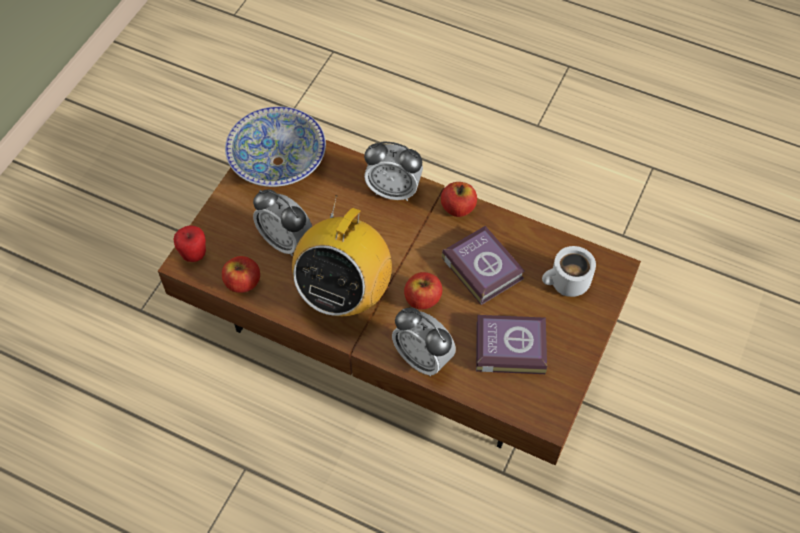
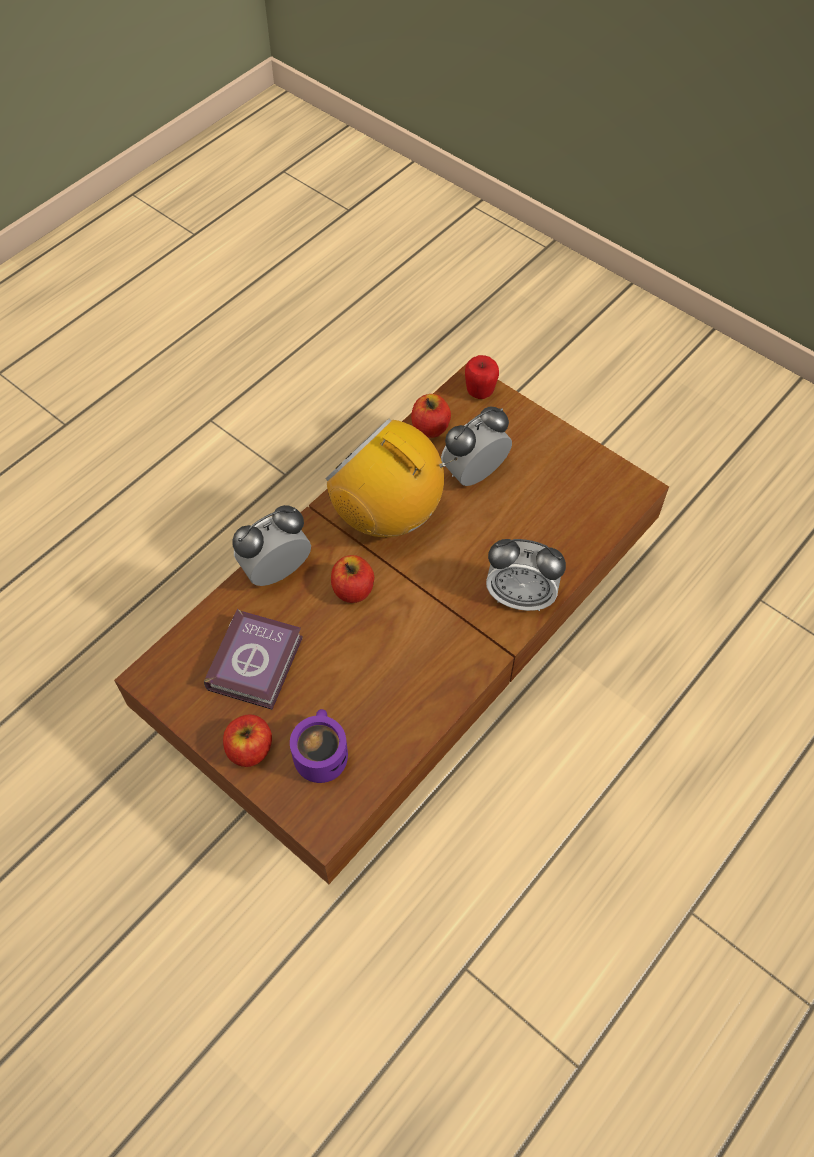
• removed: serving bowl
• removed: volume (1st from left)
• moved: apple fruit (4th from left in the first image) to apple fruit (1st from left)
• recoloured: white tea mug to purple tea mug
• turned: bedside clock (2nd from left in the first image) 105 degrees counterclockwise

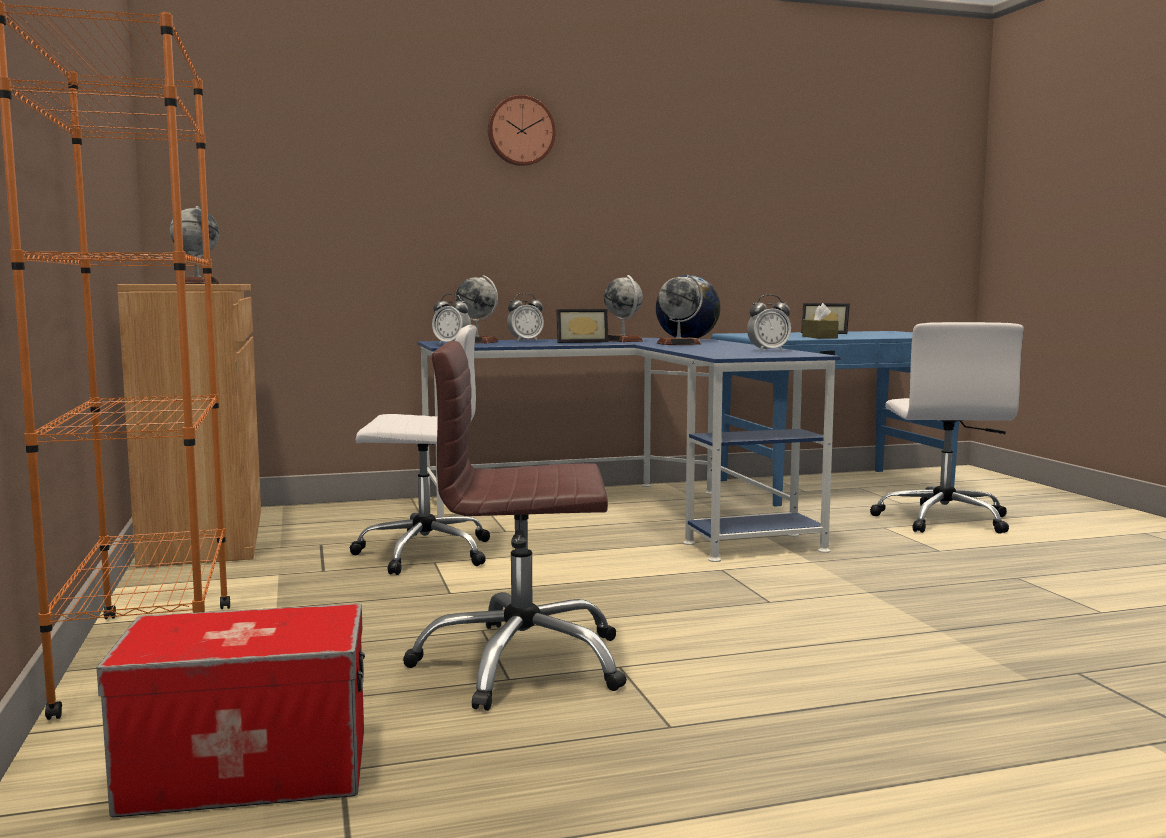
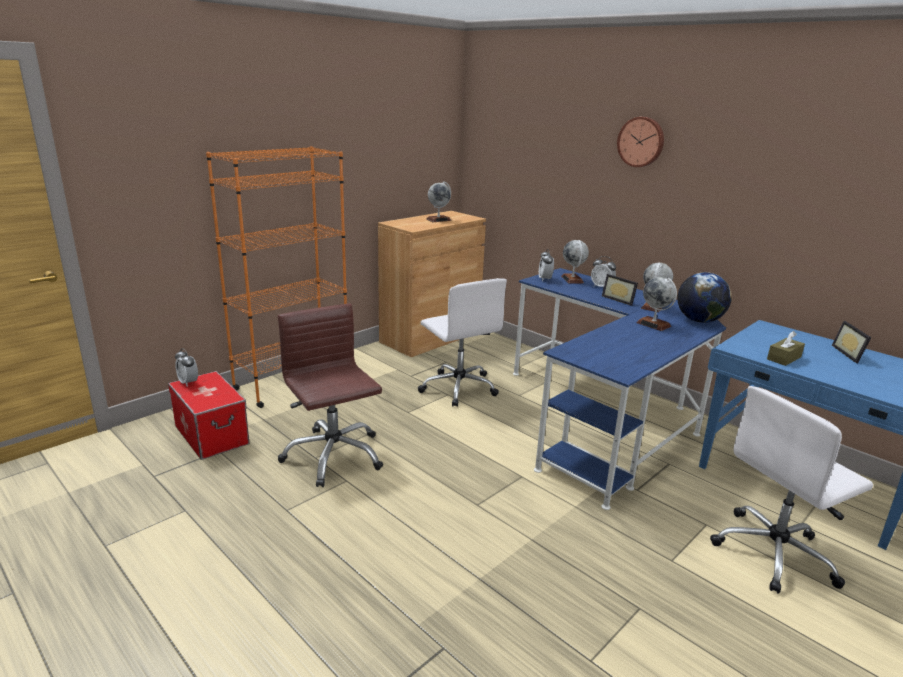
• moved: bedside clock (3rd from left in the first image) to bedside clock (1st from left)

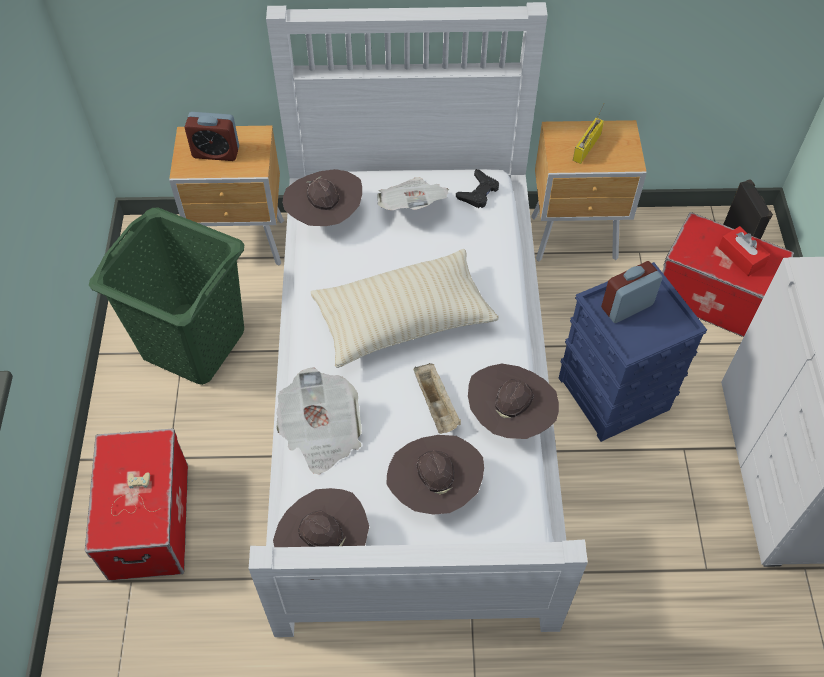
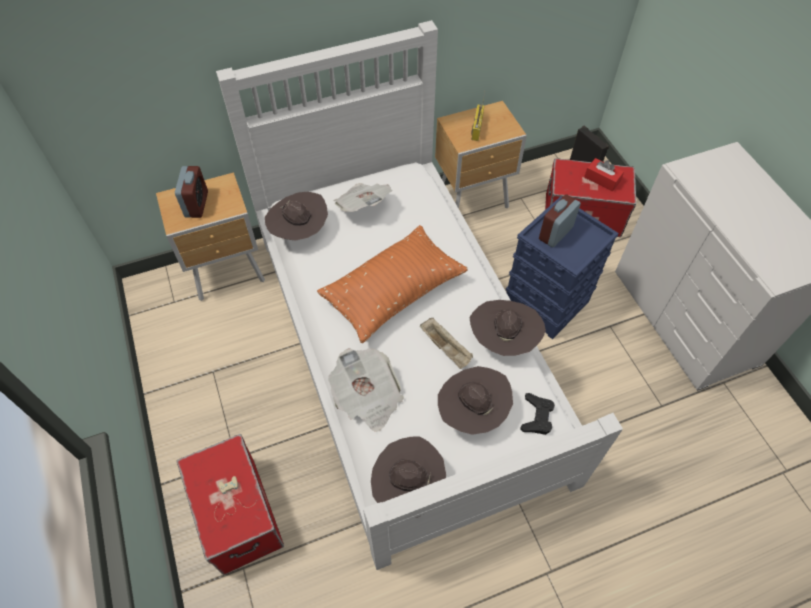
• removed: green-coloured washing basket
• moved: black-coloured gamepad
• recoloured: beige cushion to orangey cushion
• turned: bedside clock (1st from left) 75 degrees counterclockwise

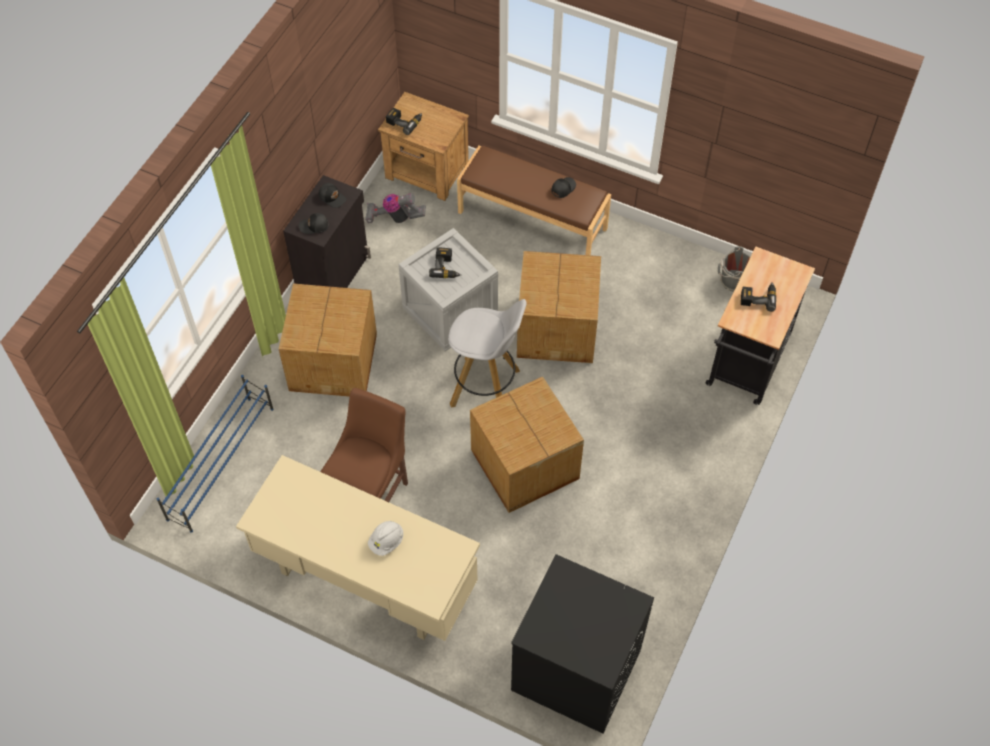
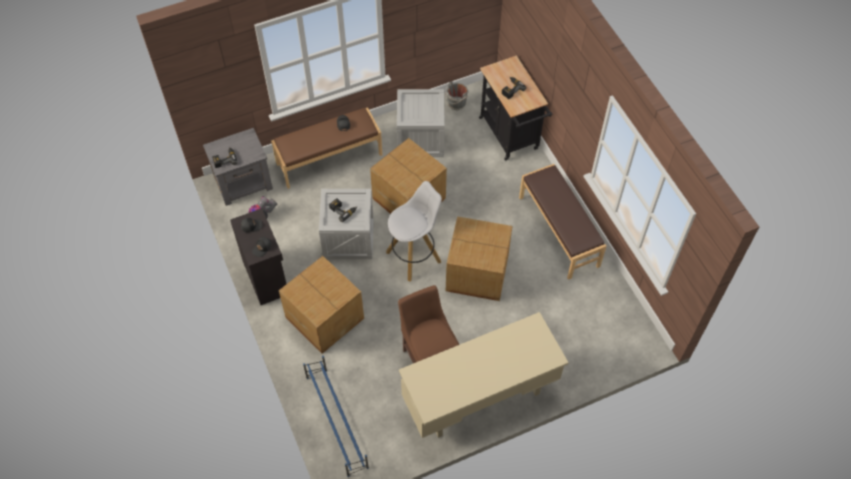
• removed: white work helmet
• removed: black-coloured laundry appliance
• added: packing crate (2nd from left)
• added: brownish long seat (2nd from left)
• recoloured: brownish bedside table to gray bedside table

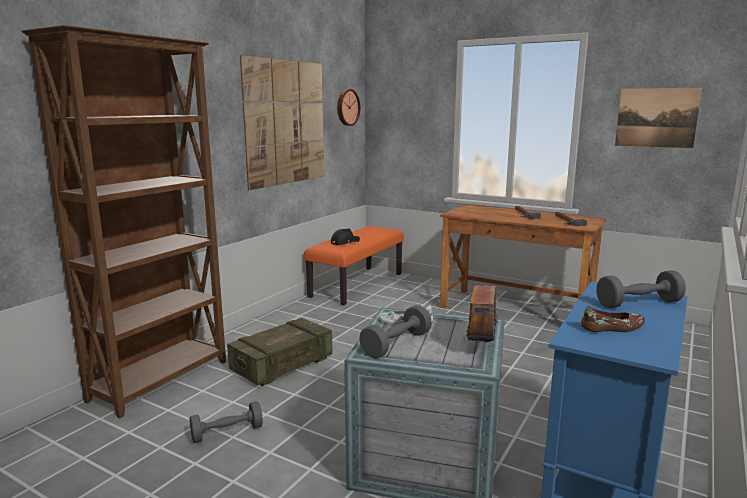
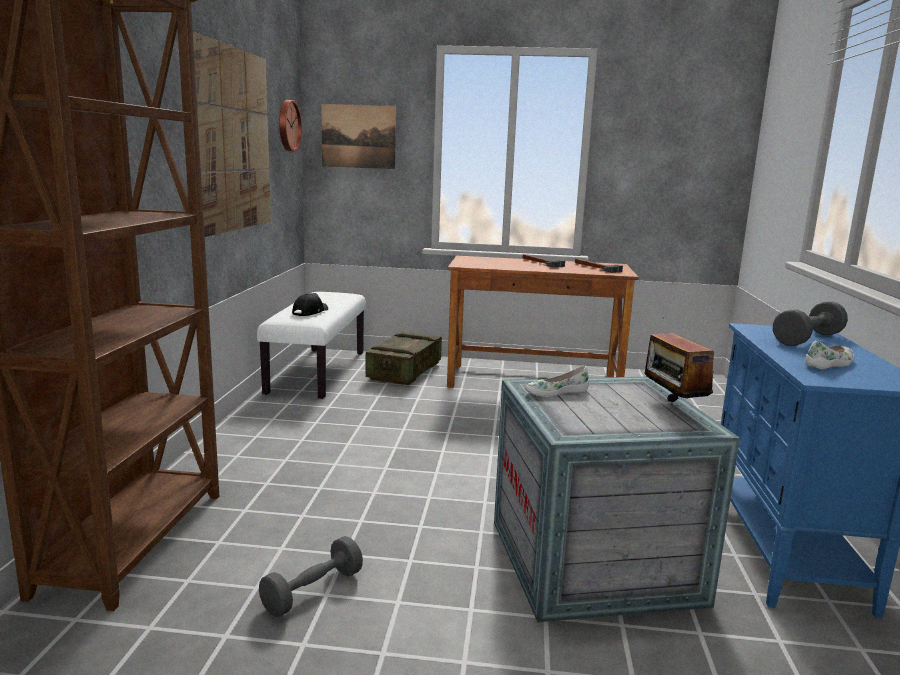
• removed: gray hand weight (2nd from left)
• moved: packing crate (1st from left)
• moved: picture (2nd from left)
• recoloured: orangey long seat to white long seat
• recoloured: brownish shoe to white shoe (2nd from left)

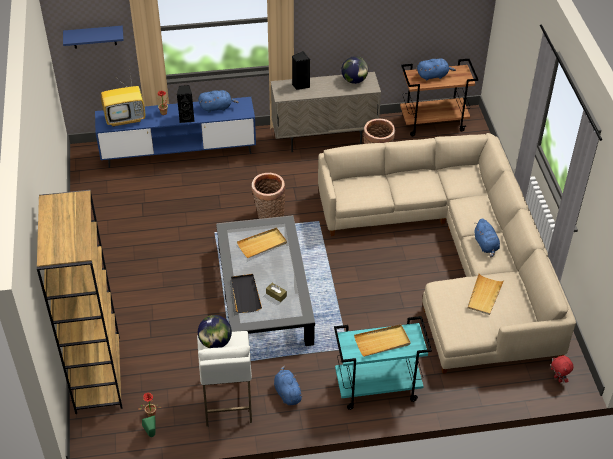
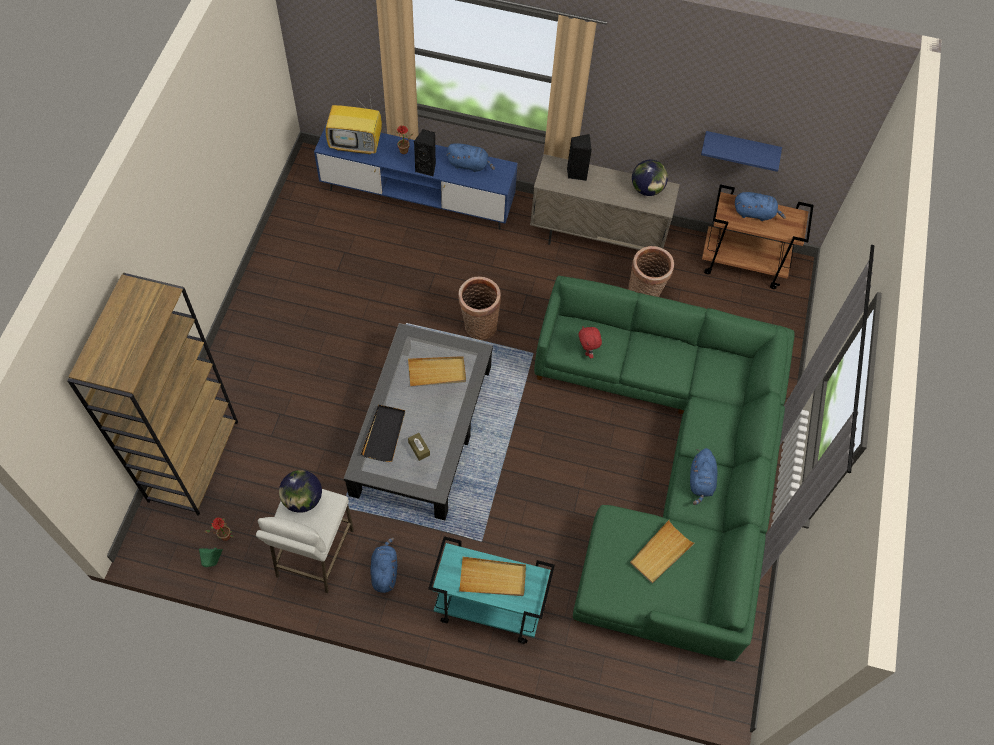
• moved: blue wall shelf
• moved: reddish soft toy
• recoloured: beige settee to green-coloured settee

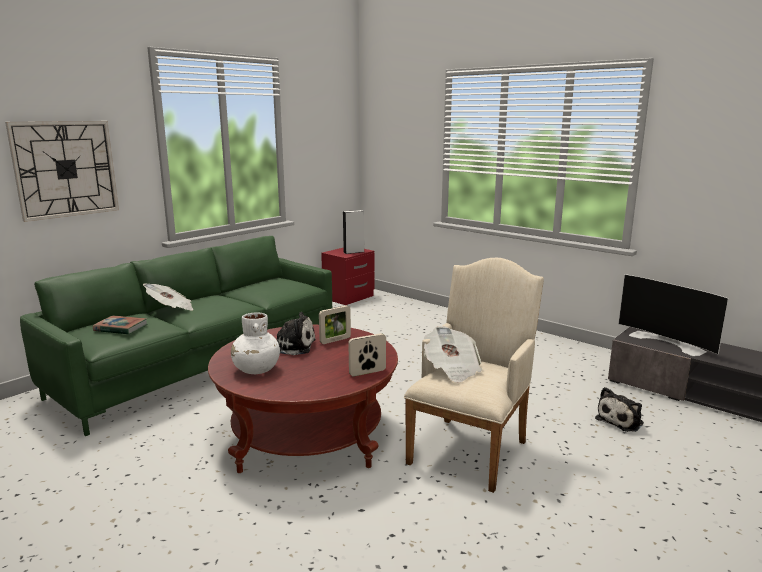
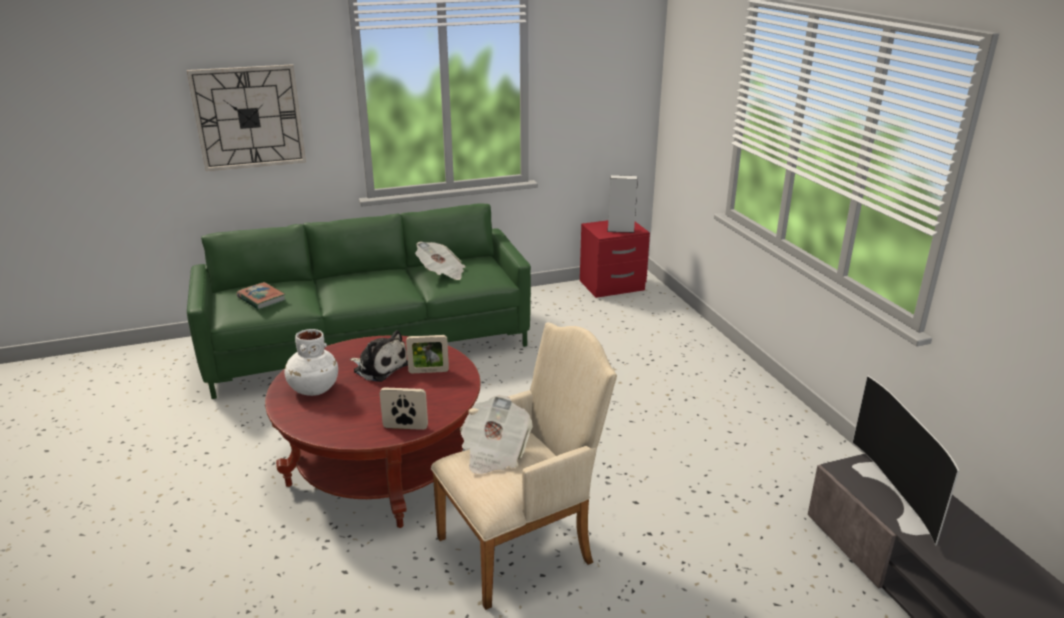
• removed: soft toy (2nd from left)
• moved: daily paper (1st from left)

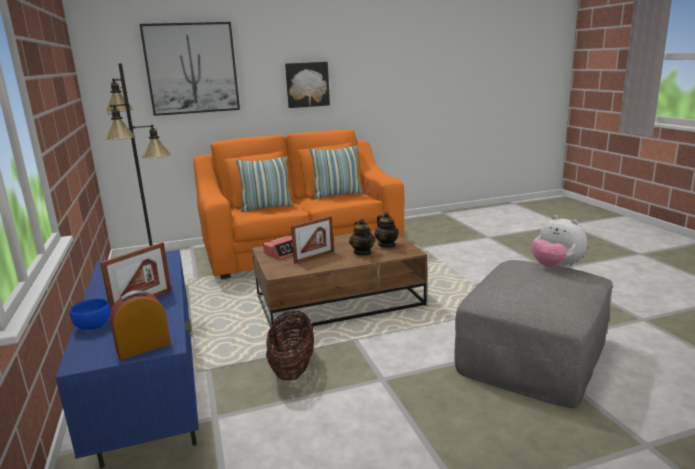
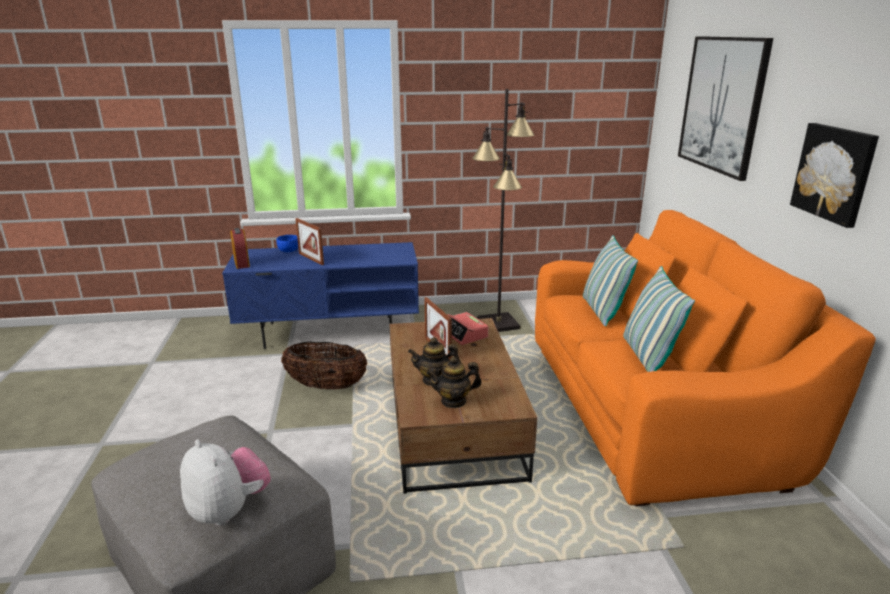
• turned: soft toy 75 degrees clockwise

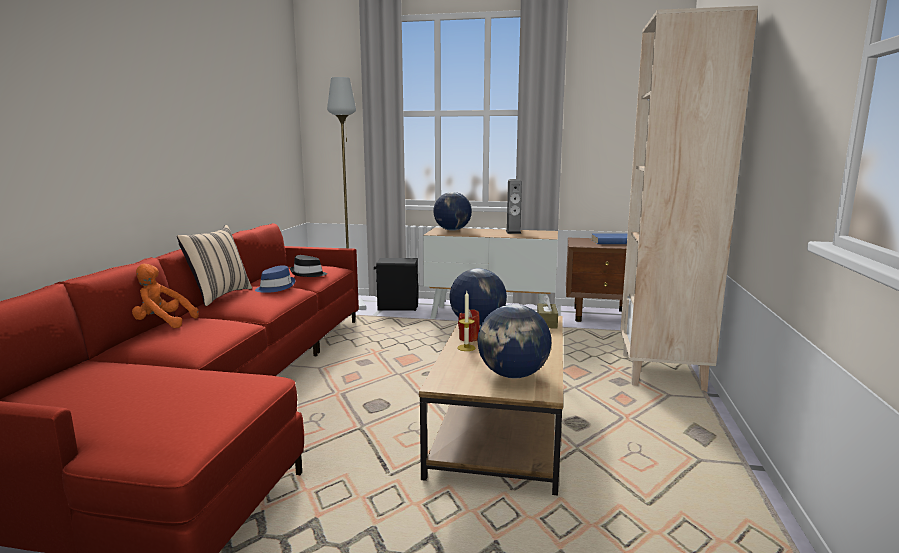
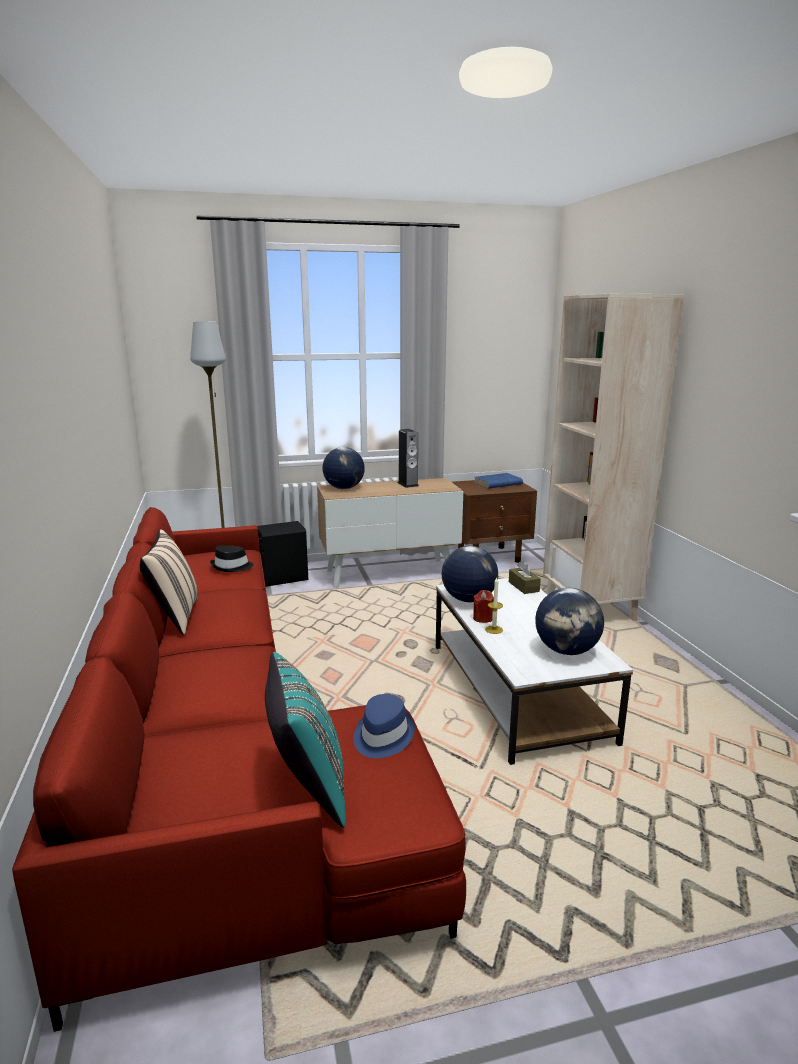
• removed: orangey soft toy
• added: turquoise-coloured cushion
• moved: blue wearable hat
• recoloured: brownish lounge table to white lounge table

